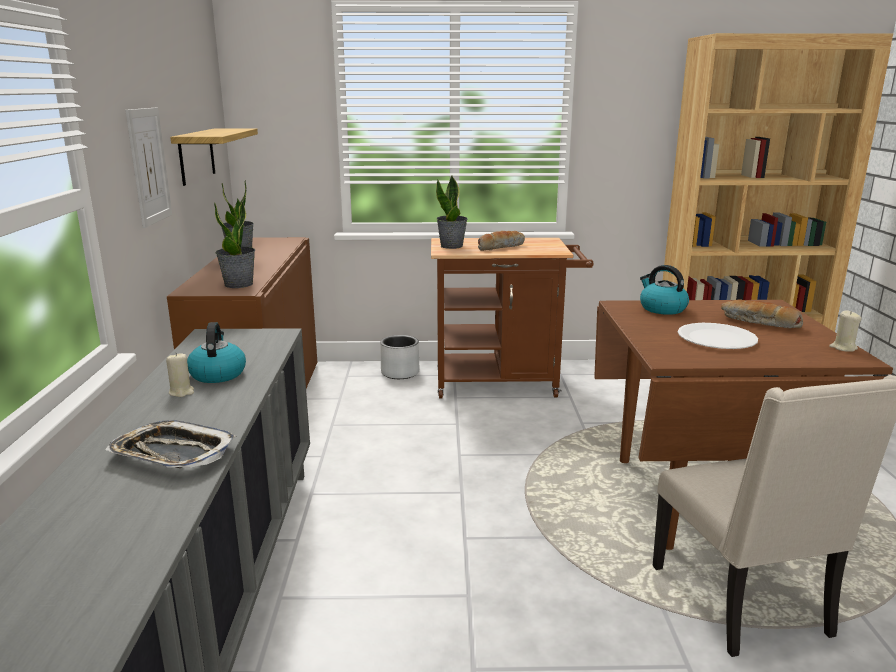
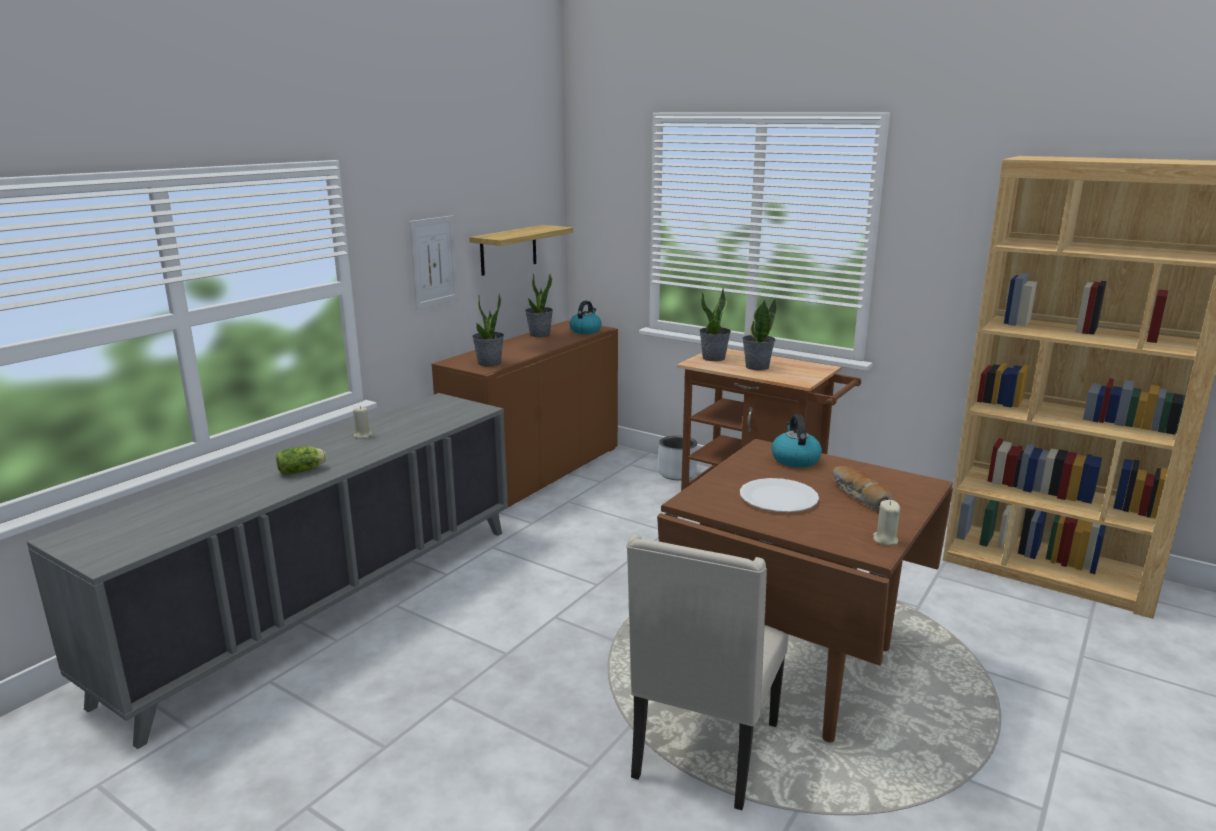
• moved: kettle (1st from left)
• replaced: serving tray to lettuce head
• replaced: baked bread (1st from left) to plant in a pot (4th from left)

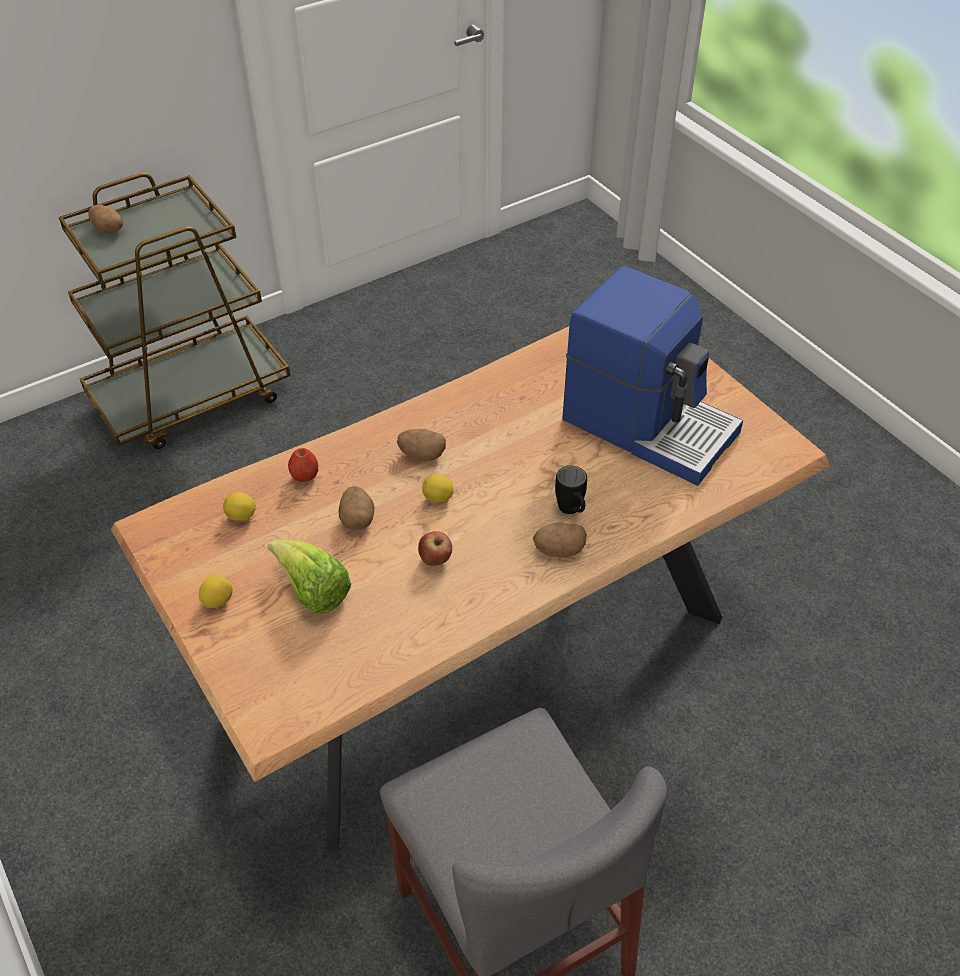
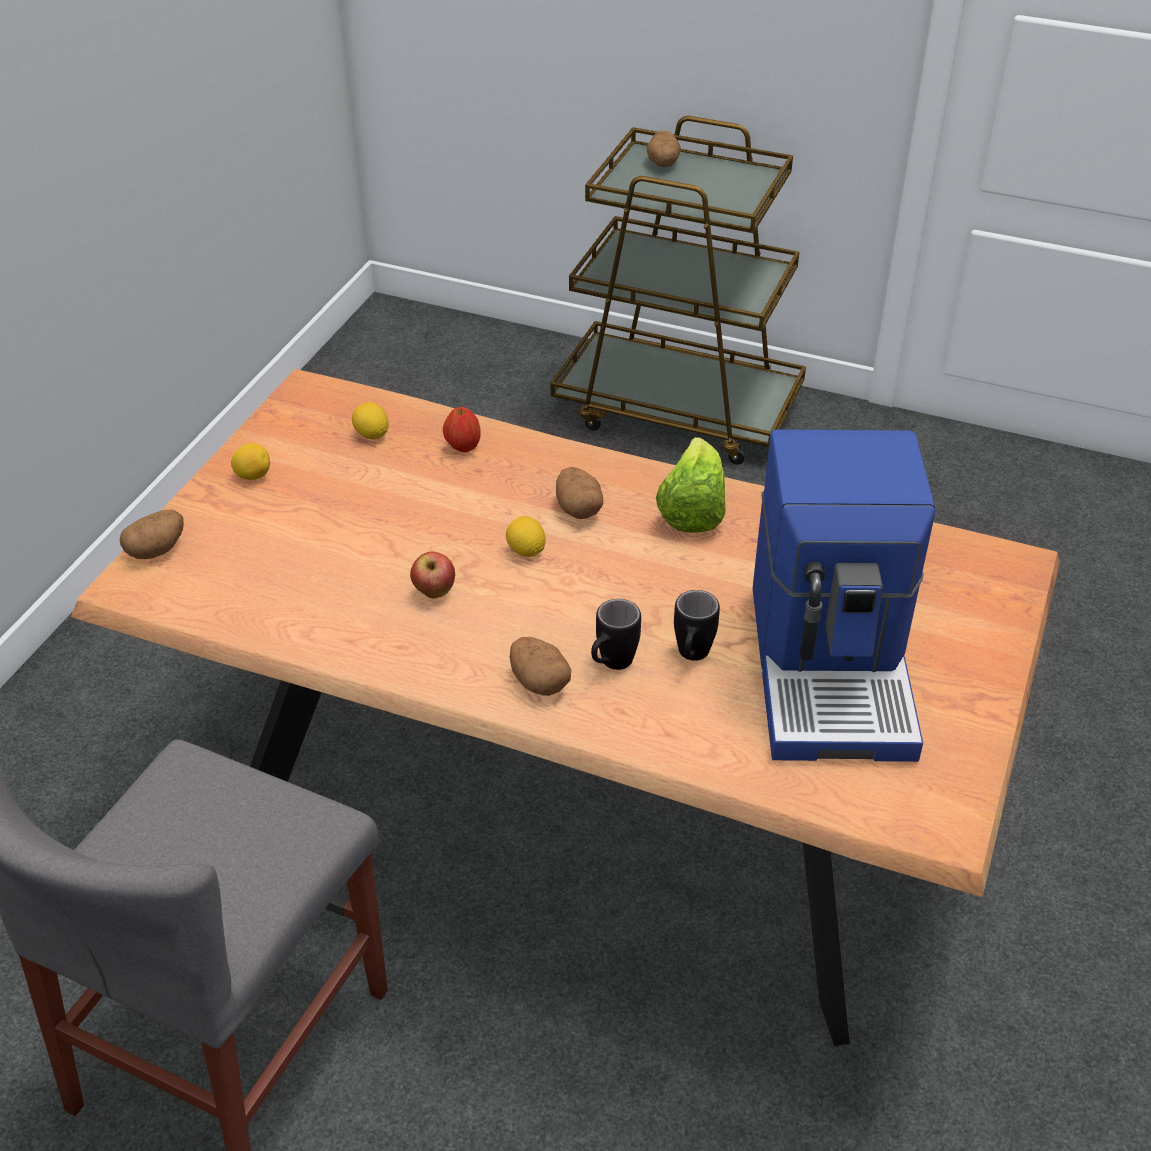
• added: black-coloured tea mug (2nd from left)
• moved: lettuce head
• moved: potato (2nd from left in the first image) to potato (1st from left)

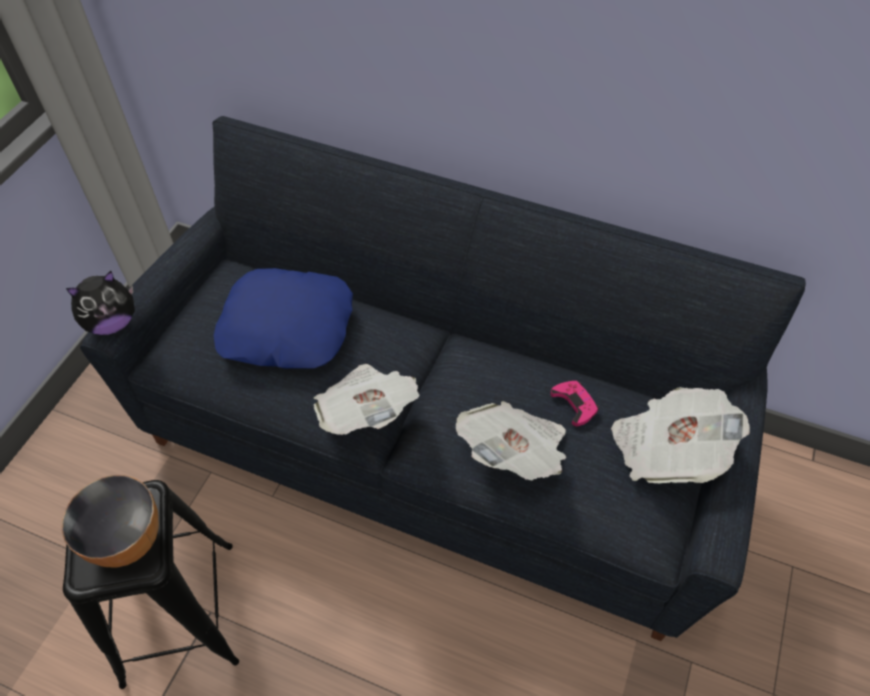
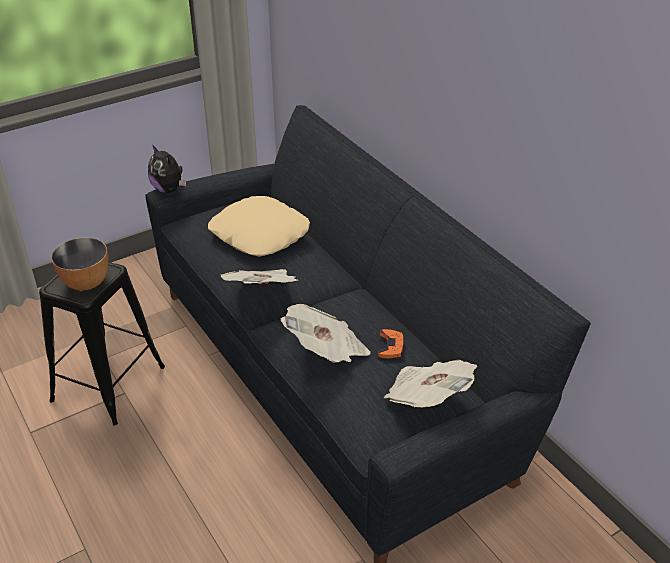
• recoloured: blue cushion to beige cushion
• recoloured: pinkish gamepad to orangey gamepad
• turned: soft toy 45 degrees clockwise

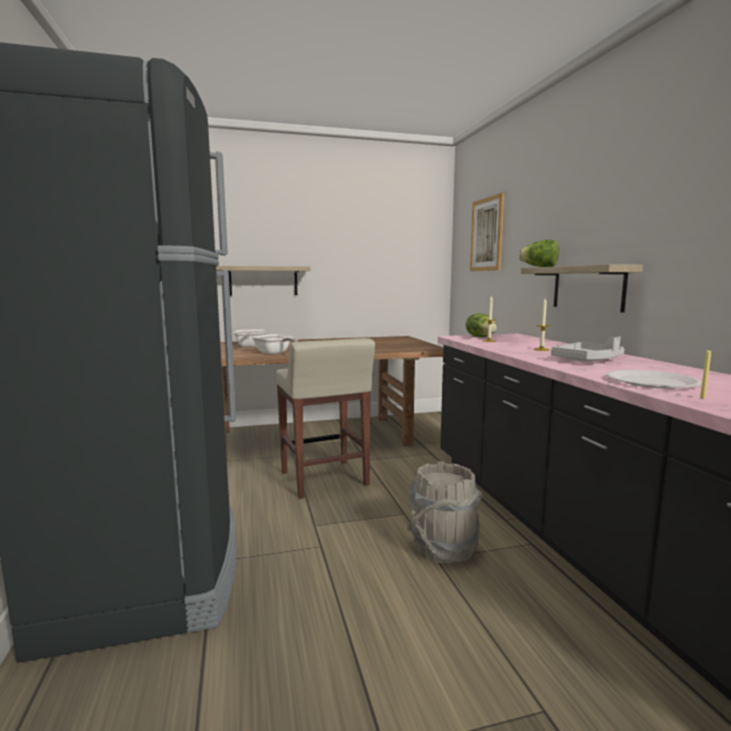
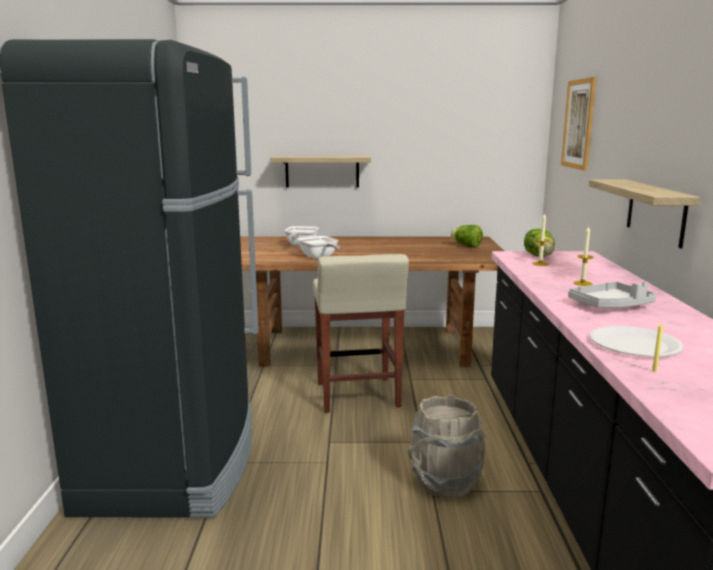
• moved: lettuce head (2nd from left in the first image) to lettuce head (1st from left)

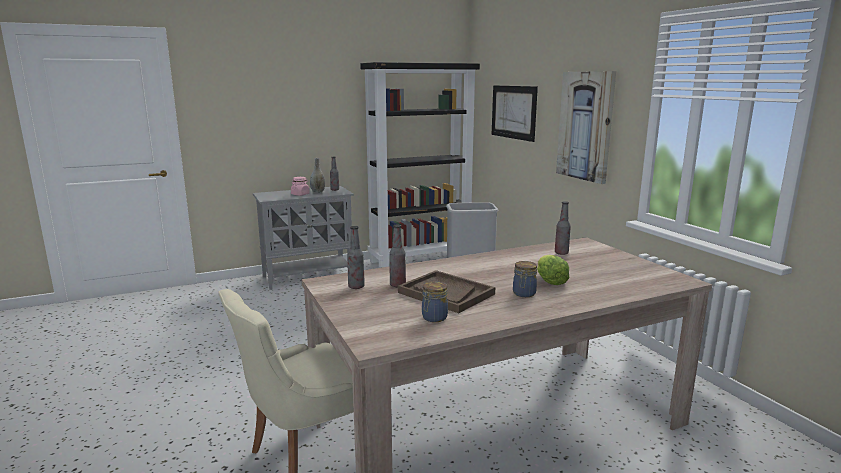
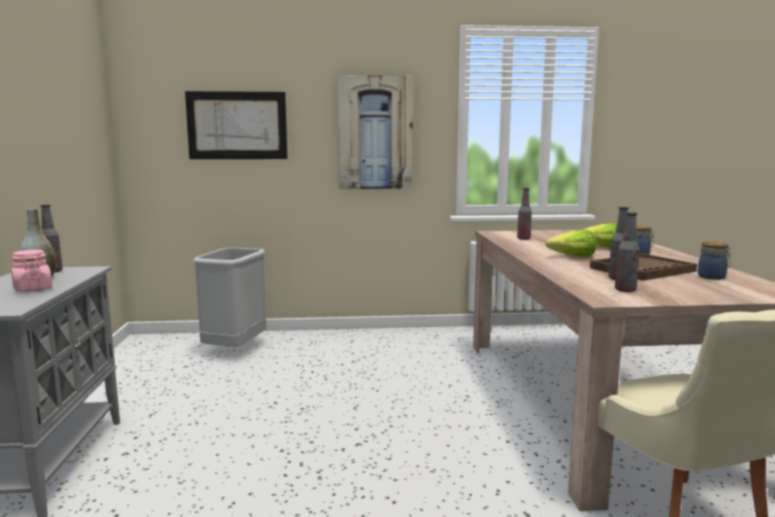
• removed: black-coloured bookshelf
• added: lettuce head (1st from left)

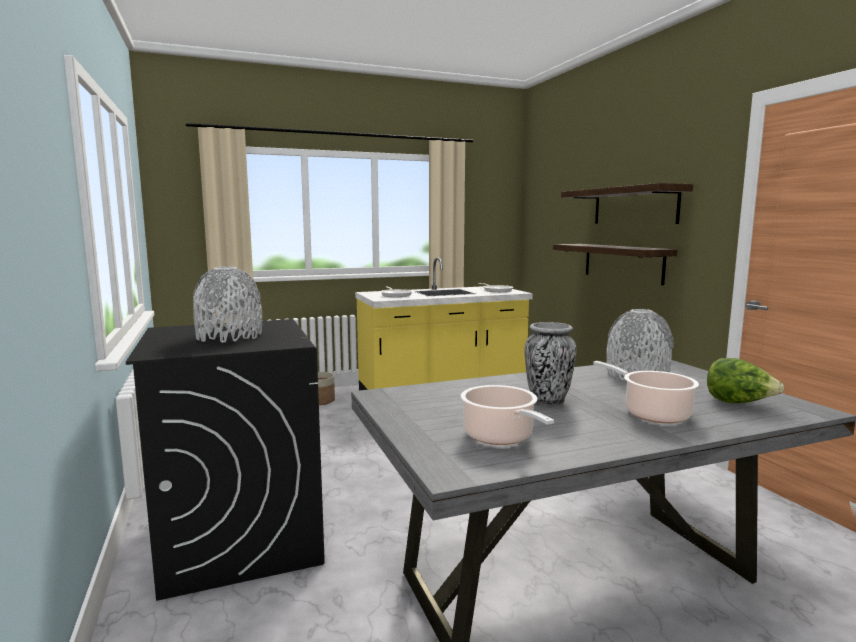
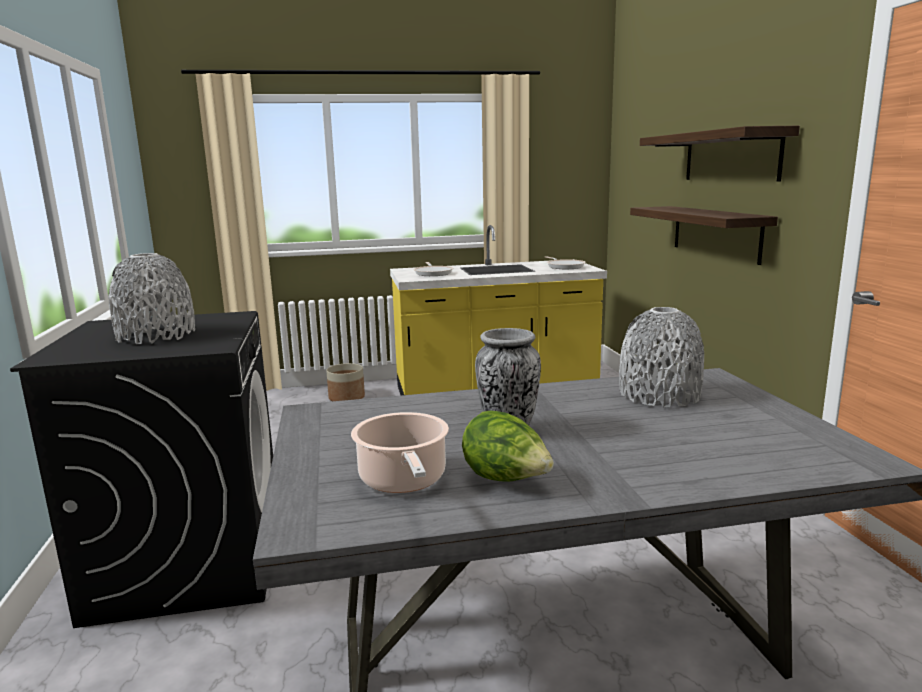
• removed: cooking pot (2nd from left)
• moved: lettuce head

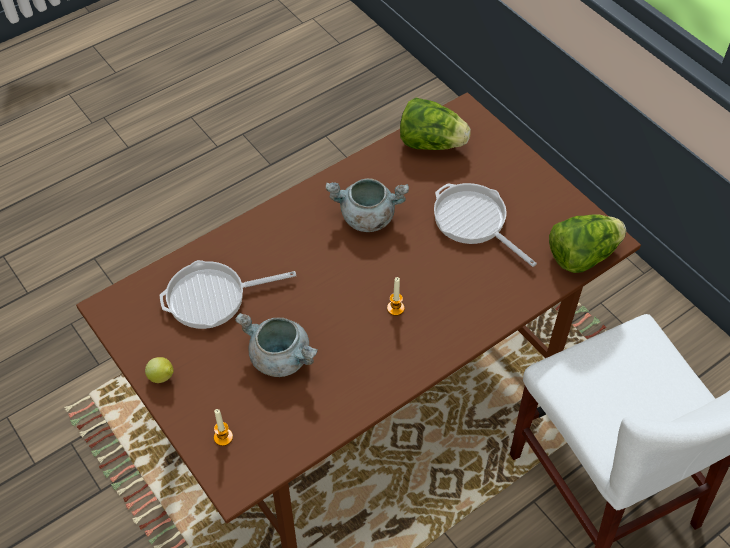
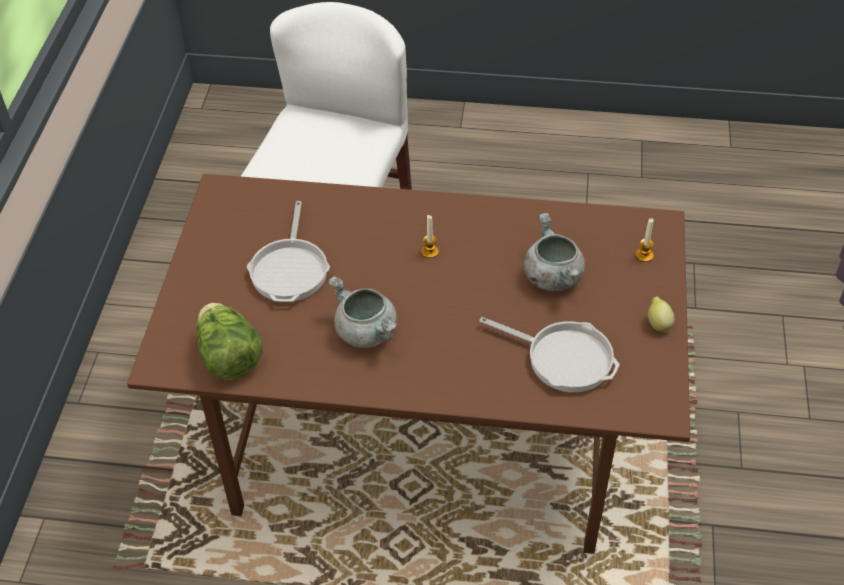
• removed: lettuce head (2nd from left)

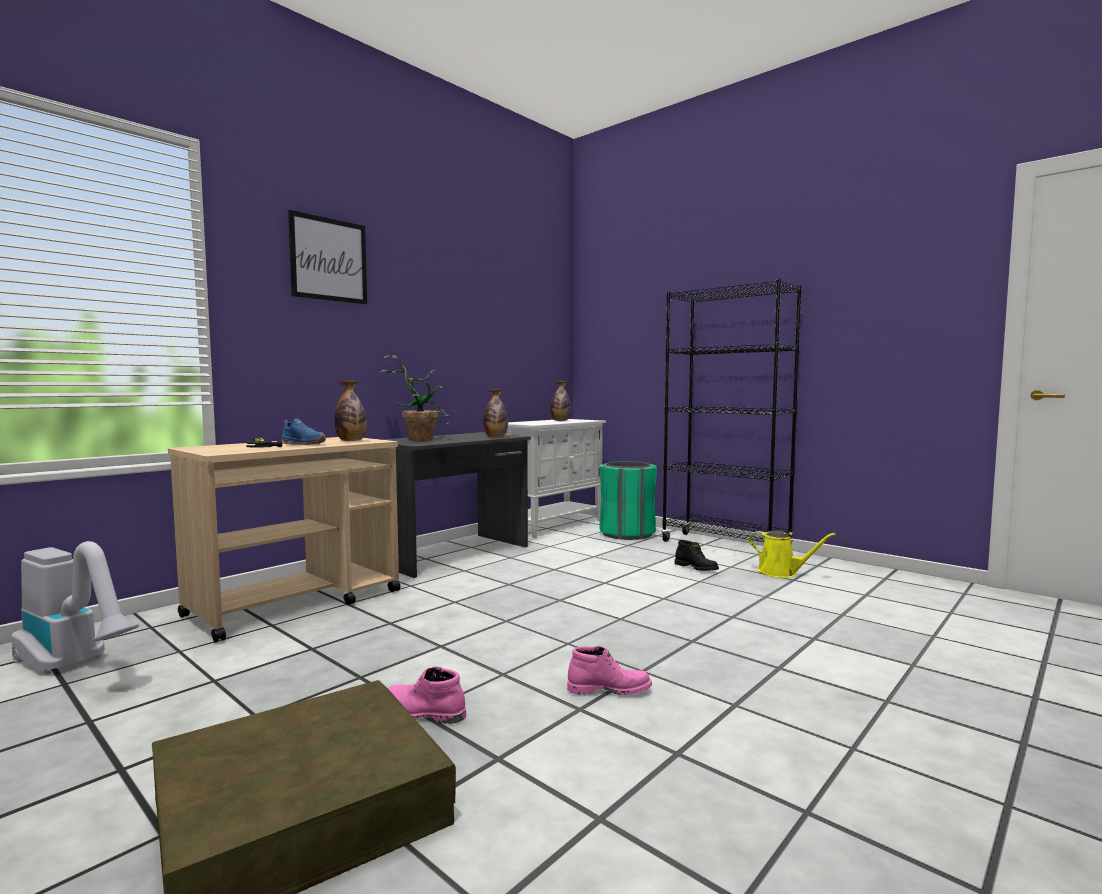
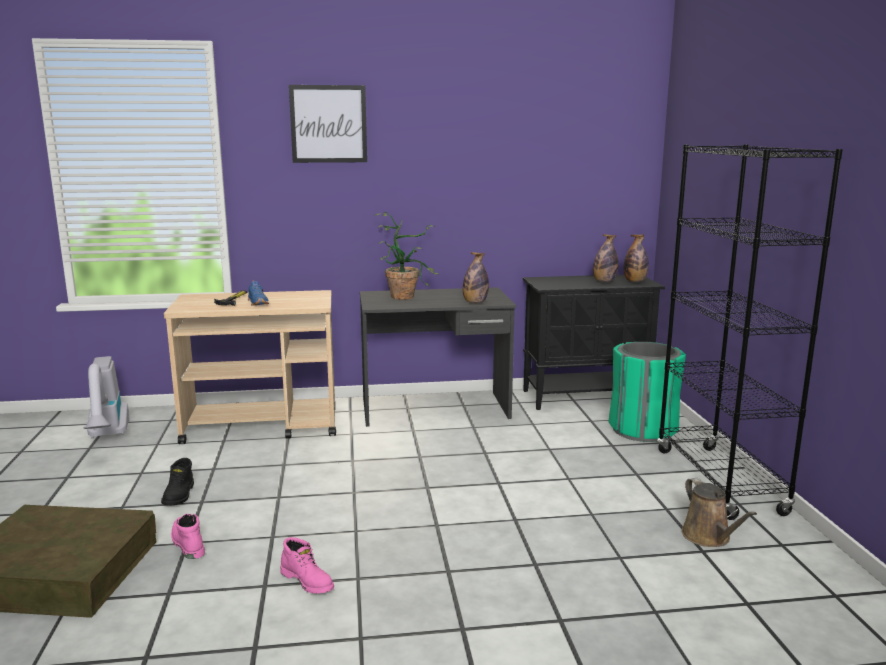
• moved: beverage bottle (1st from left in the first image) to beverage bottle (3rd from left)
• moved: black-coloured tall boot
• recoloured: white cupboard to black-coloured cupboard
• recoloured: yellowish watering pot to brownish watering pot

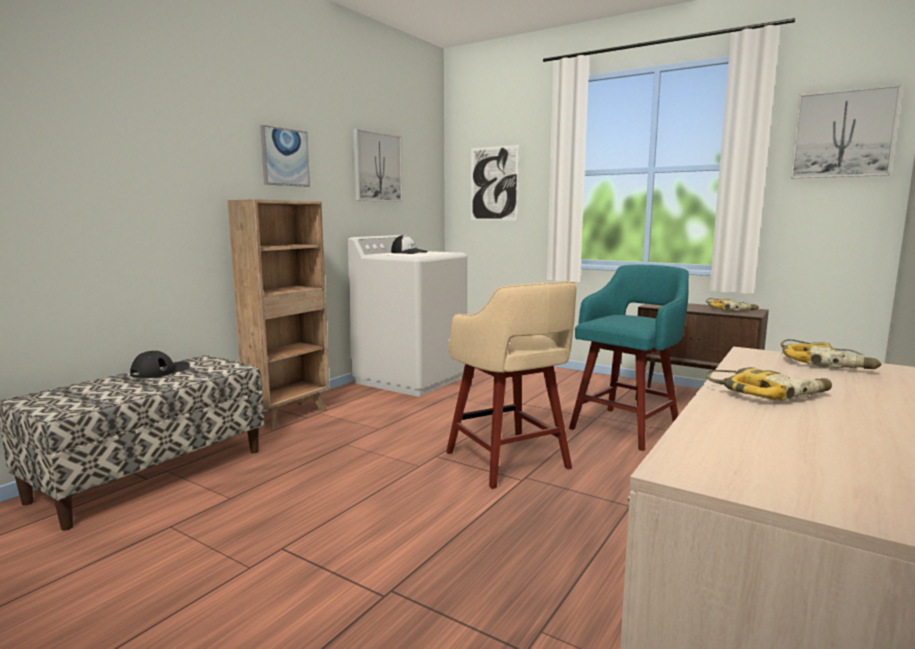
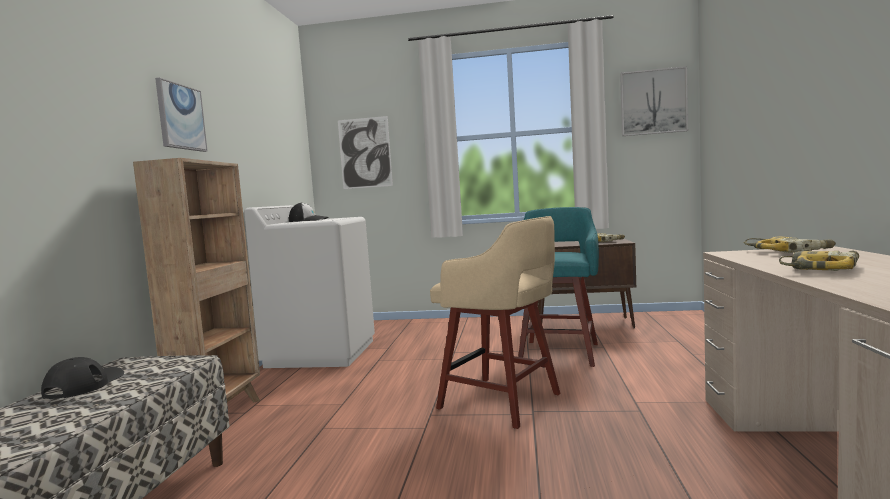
• removed: picture (2nd from left)

